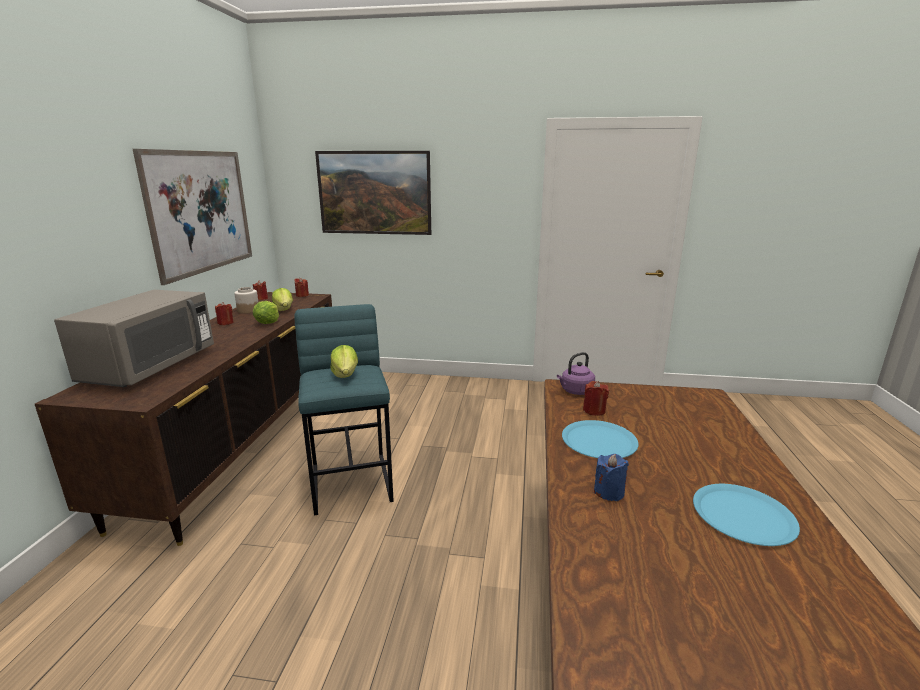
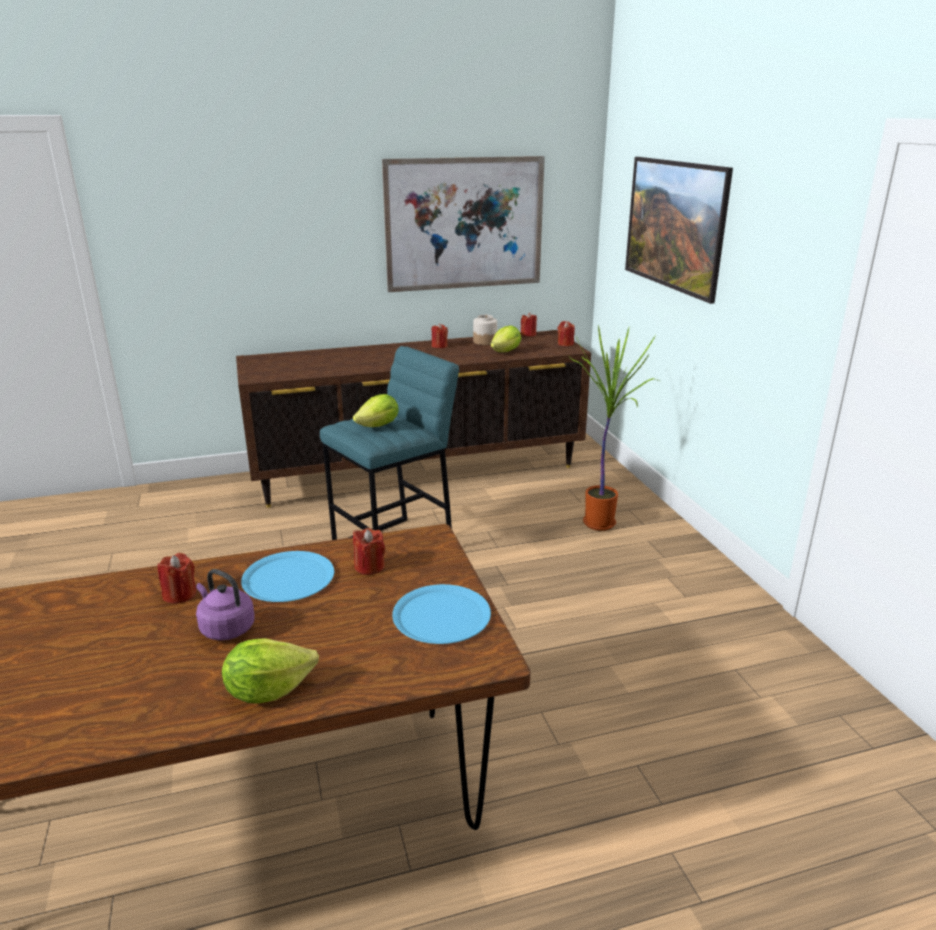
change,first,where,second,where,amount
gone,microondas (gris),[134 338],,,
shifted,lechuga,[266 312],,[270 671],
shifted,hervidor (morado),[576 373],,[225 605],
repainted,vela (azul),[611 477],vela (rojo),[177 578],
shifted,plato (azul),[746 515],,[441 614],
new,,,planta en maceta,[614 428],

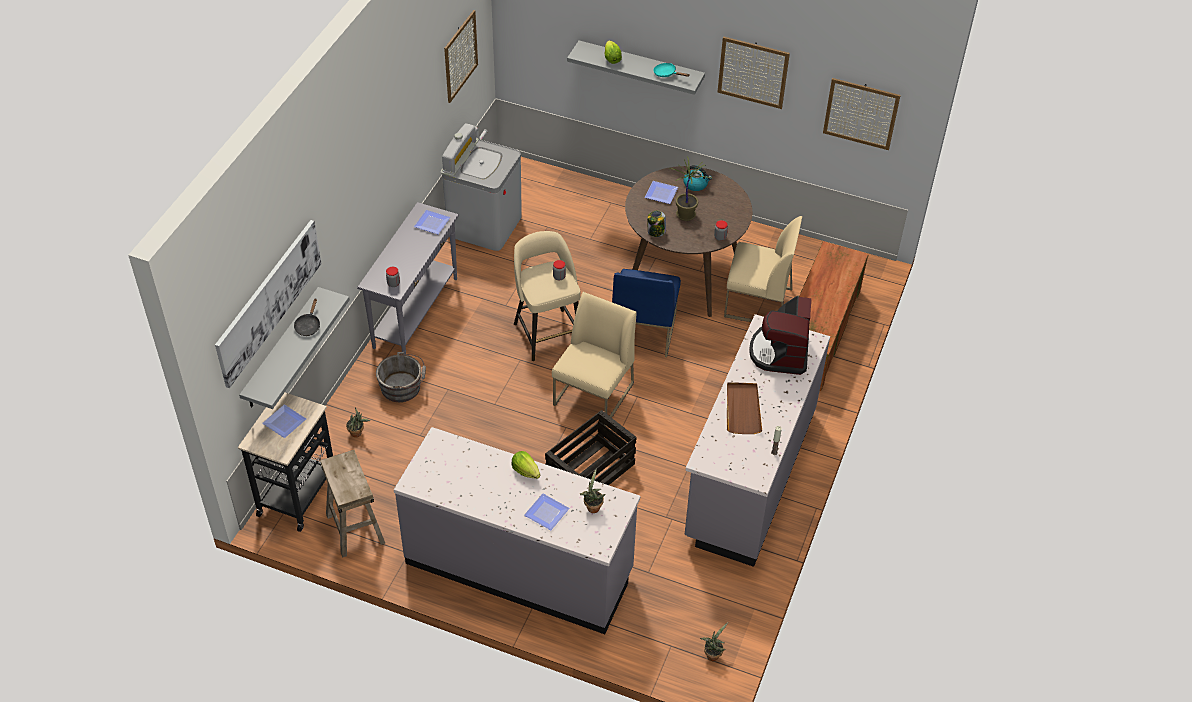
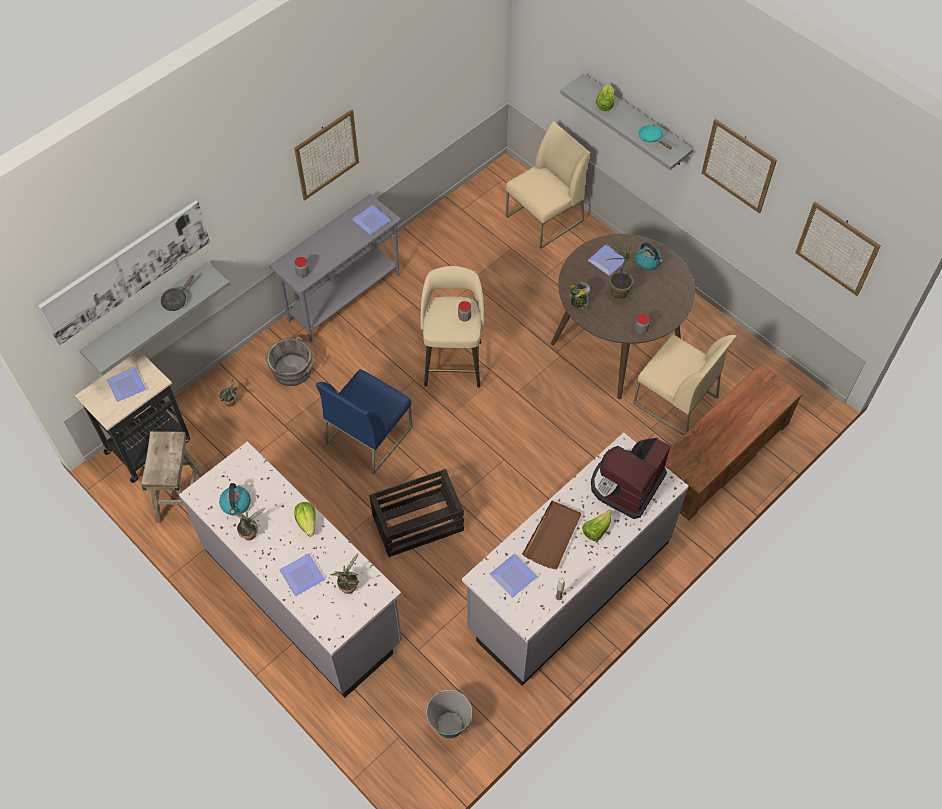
change,first,where,second,where,amount
shifted,cuadro,[461 56],,[326 154],
gone,lavadora (gris),[481 187],,,
shifted,silla (azul),[646 313],,[364 421],
shifted,silla (beis),[594 359],,[548 185],
shifted,planta en maceta,[714 641],,[249 524],
new,,,hervidor,[235 499],
new,,,lechuga,[597 525],
new,,,plato,[513 576],
new,,,cubo,[449 714],

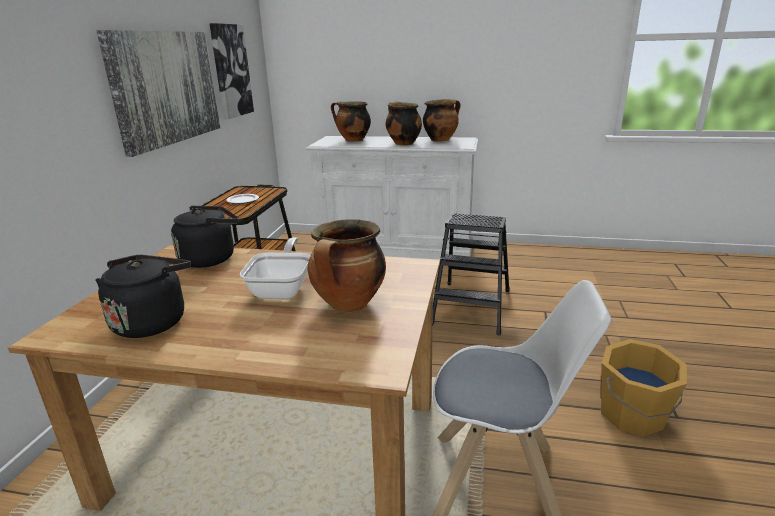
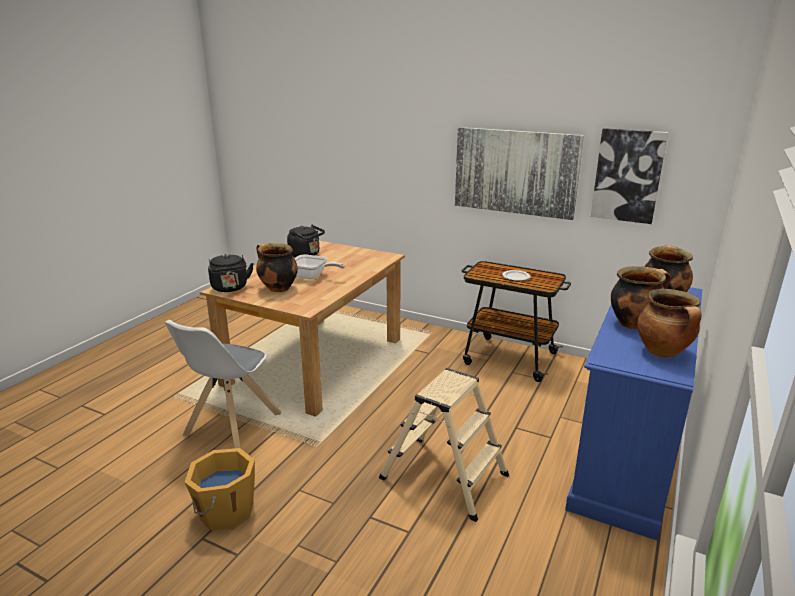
change,first,where,second,where,amount
repainted,armario (blanco),[391 198],armario (azul),[633 414],
shifted,hervidor (negro),[205 237],,[231 273],
repainted,escalera de tijera (negro),[471 274],escalera de tijera (beis),[444 445],

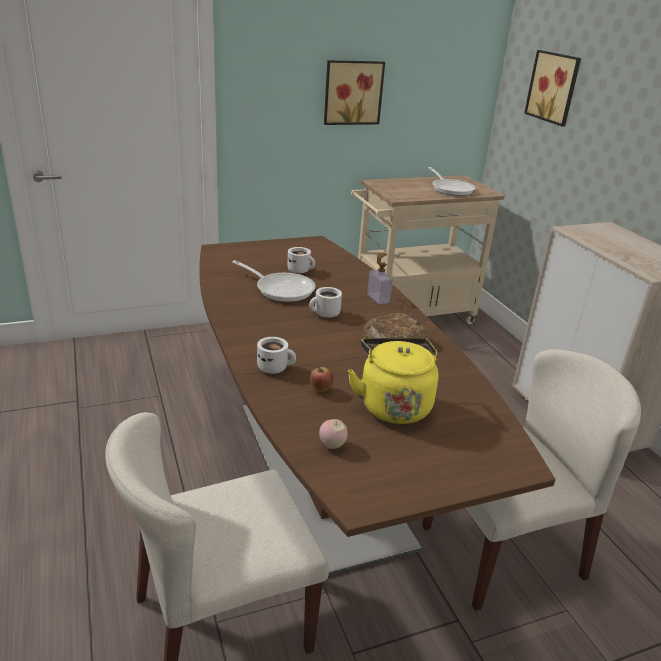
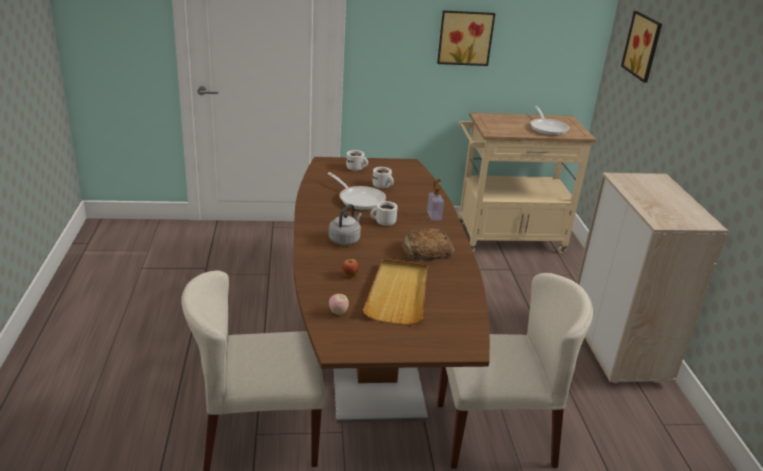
change,first,where,second,where,amount
shifted,taza grande (blanco),[276 355],,[357 160],
swapped,hervidor (amarillo),[393 381],bandeja (beis),[395 292],
new,,,hervidor (gris),[345 224],

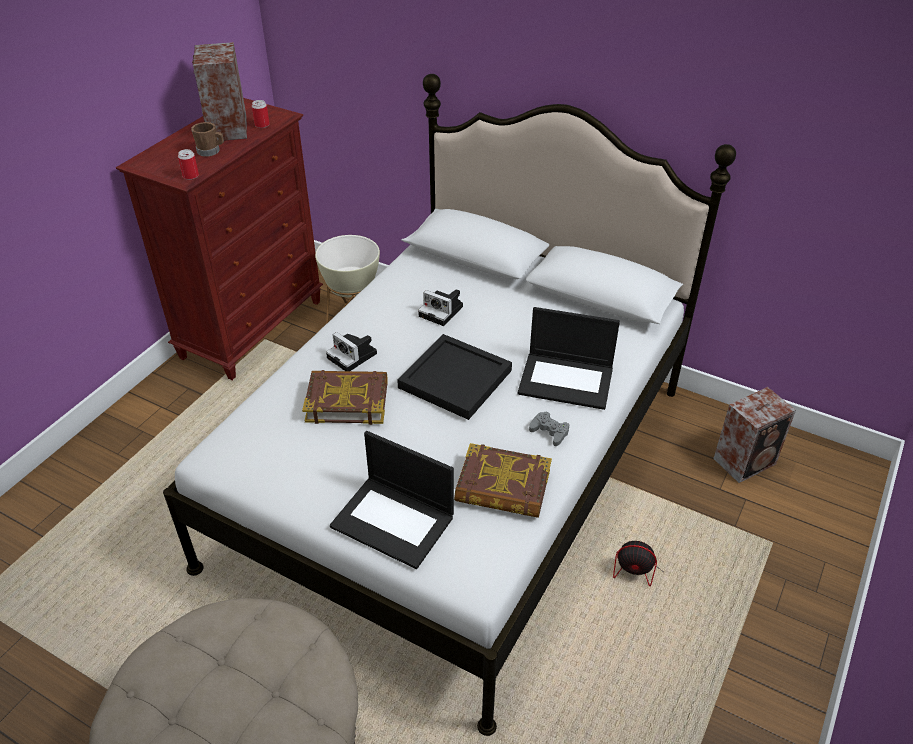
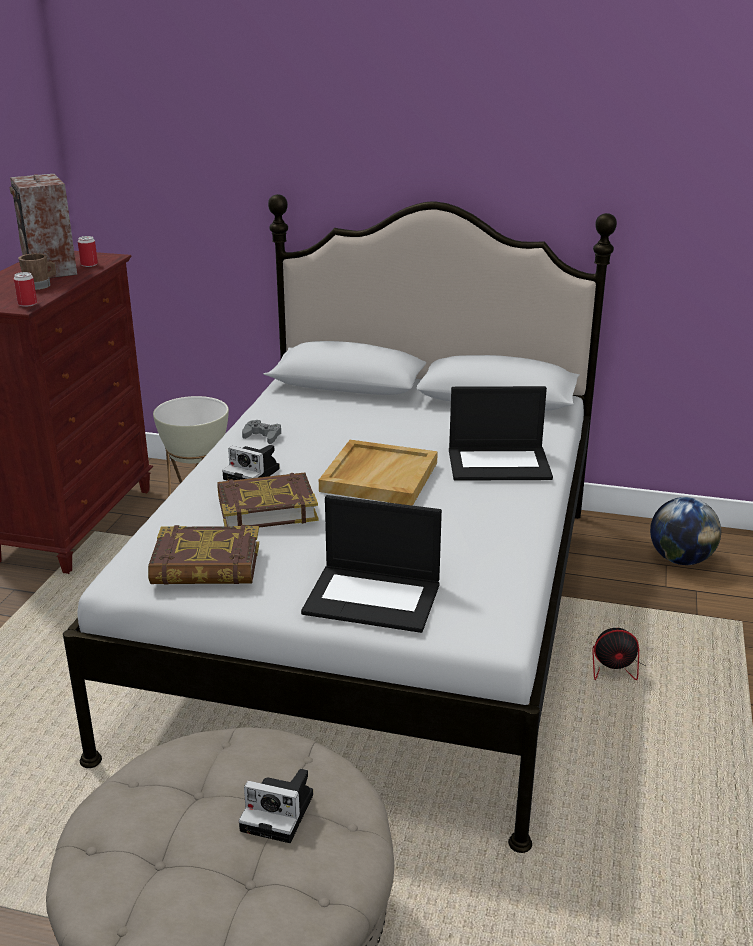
change,first,where,second,where,amount
shifted,cámara,[440 307],,[276 806],
repainted,bandeja (negro),[454 377],bandeja (beis),[378 473],
swapped,altavoz,[754 435],globo terráqueo,[685 531],
shifted,mando de consola (gris),[549 429],,[261 432],
shifted,libro,[503 480],,[203 555],

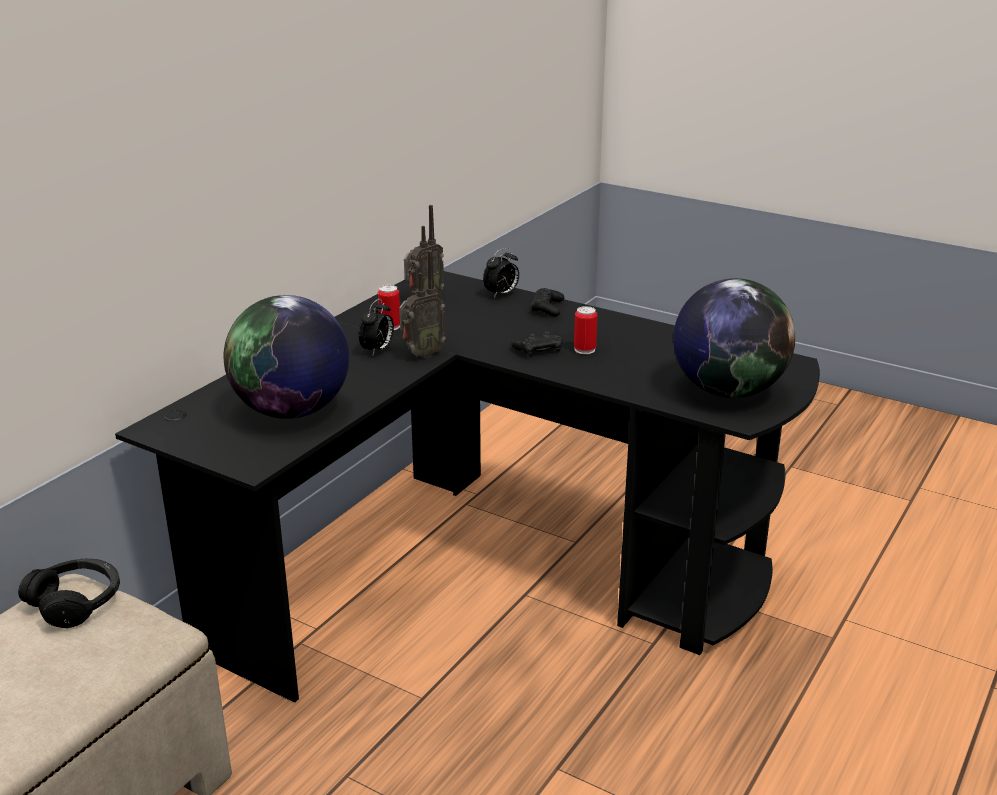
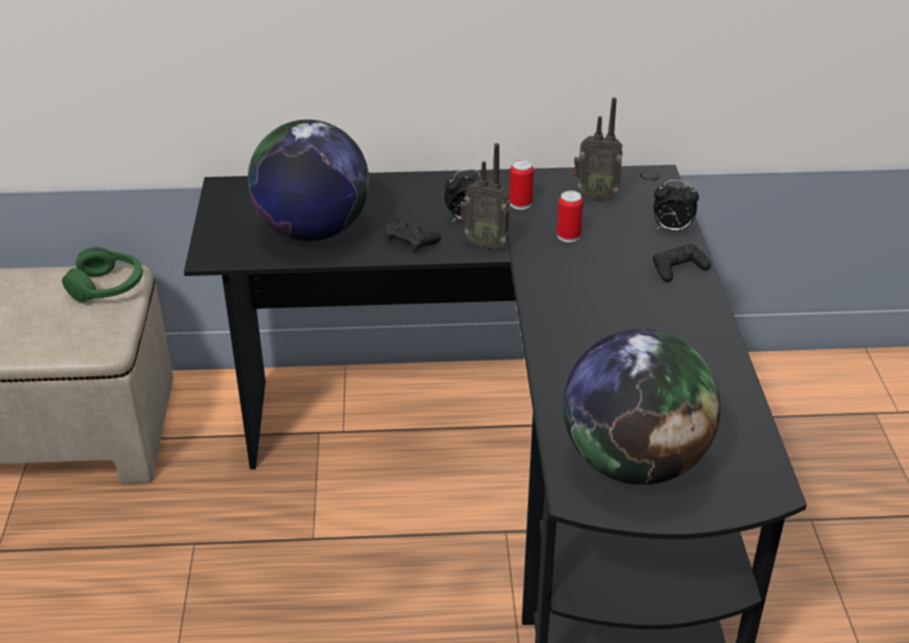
change,first,where,second,where,amount
shifted,lata,[585 330],,[570 216],
shifted,mando de consola (negro),[537 344],,[412 235],
repainted,auriculares (negro),[69 593],auriculares (verde),[102 274],

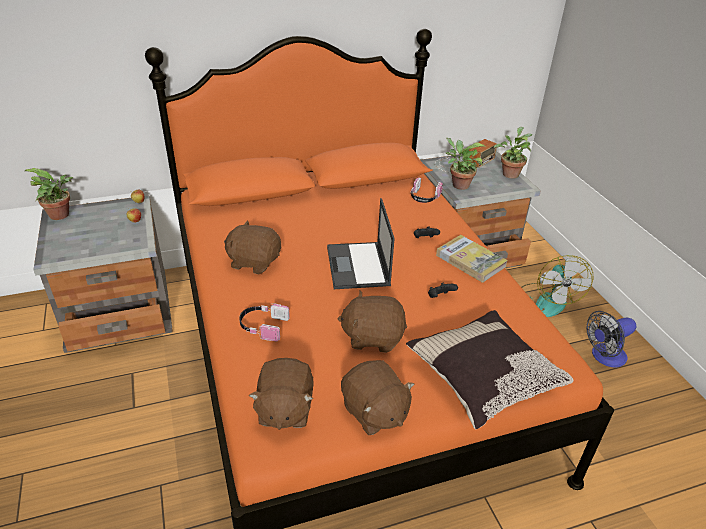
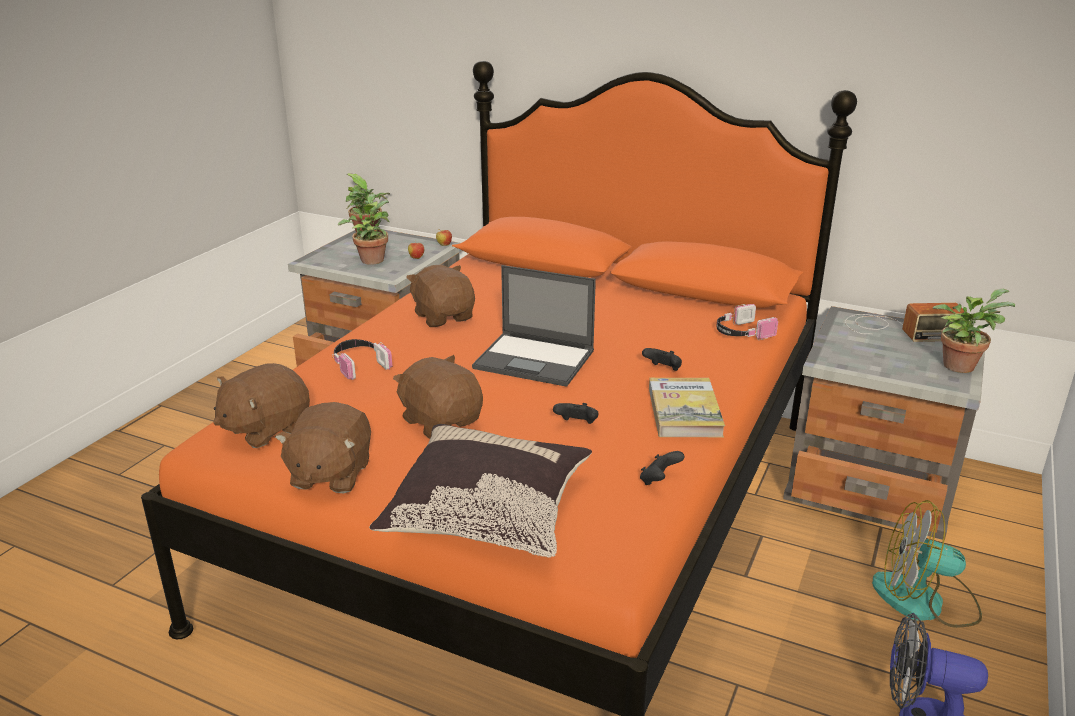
change,first,where,second,where,amount
shifted,planta en maceta,[465 164],,[364 229],
rotated,portátil,[361 243],,[534 326],105 degrees counterclockwise
rotated,ventilador,[557 286],,[927 564],60 degrees clockwise
new,,,mando de consola (negro),[662 468],

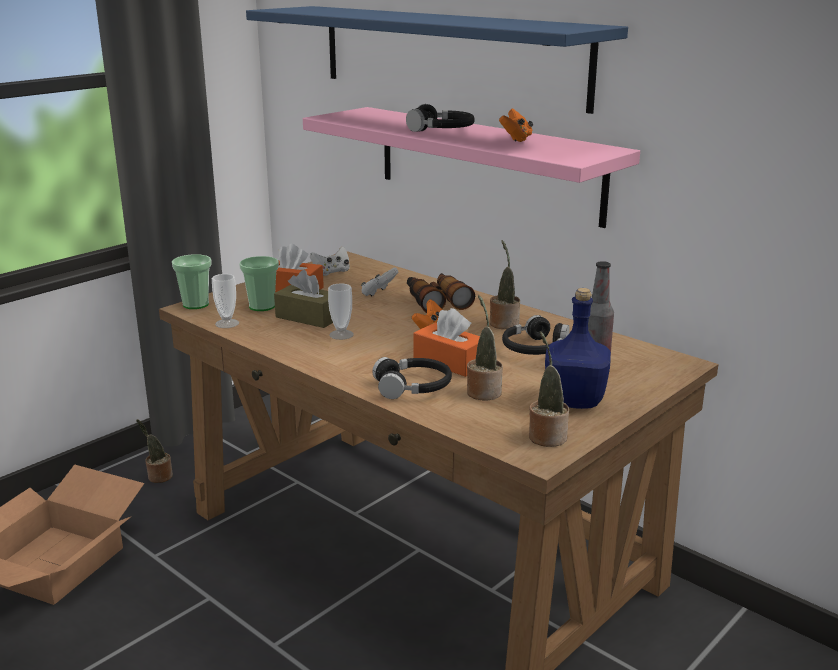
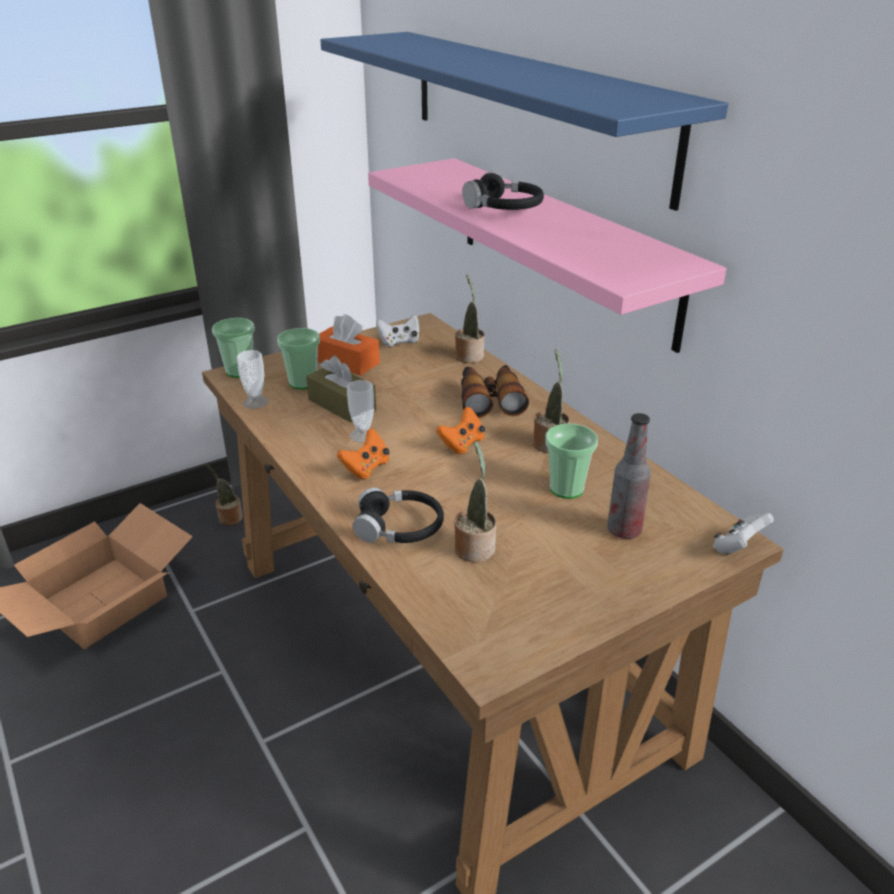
change,first,where,second,where,amount
shifted,mando de consola (naranja),[516 125],,[363 453],
shifted,mando de consola (blanco),[379 281],,[743 534],
gone,botella (azul),[578 348],,,
gone,caja de pañuelos (naranja),[446 342],,,
swapped,auriculares (negro),[536 335],taza,[572 461],
shifted,planta en maceta,[549 389],,[470 319],

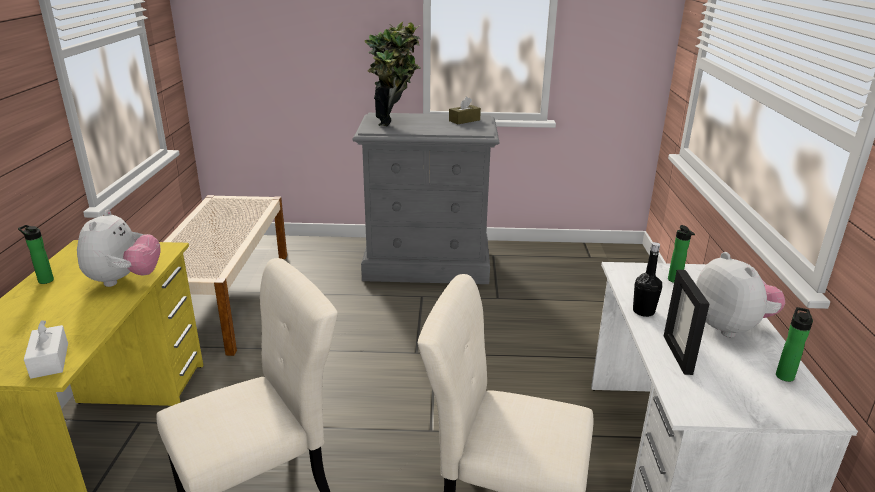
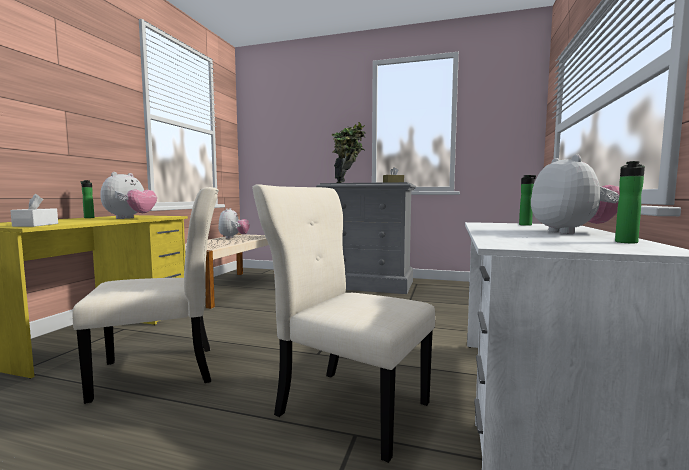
change,first,where,second,where,amount
gone,botella (negro),[647 279],,,
gone,portarretratos,[686 322],,,
new,,,peluche,[234 223],

